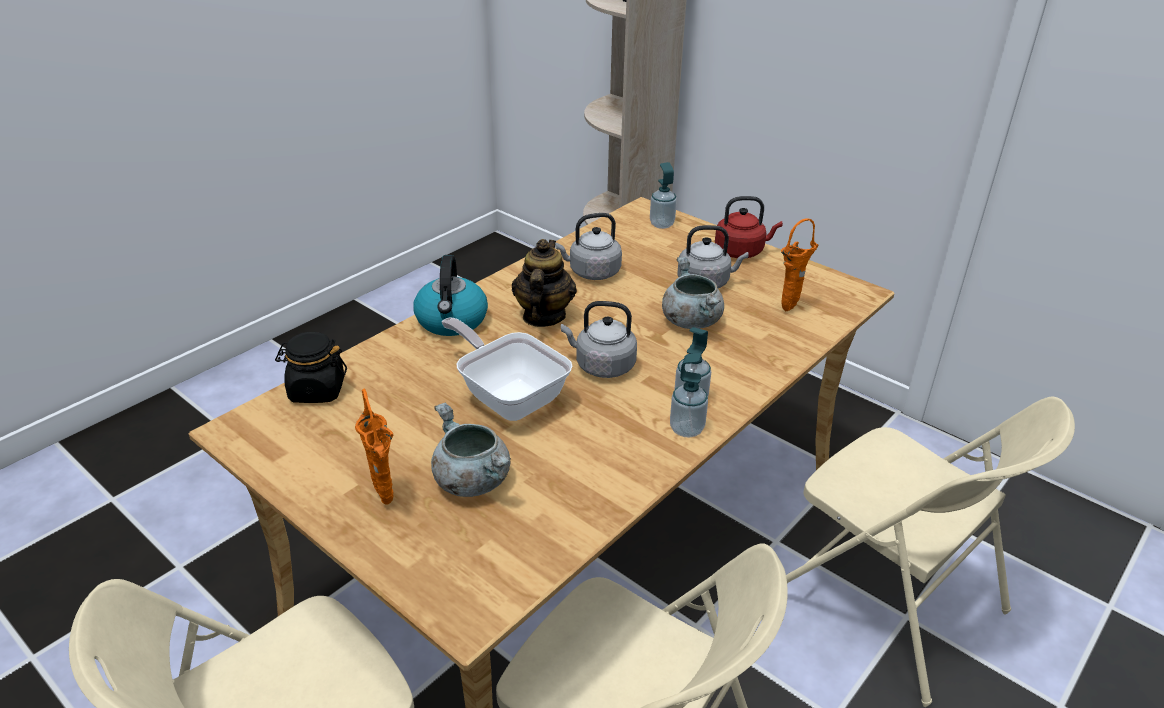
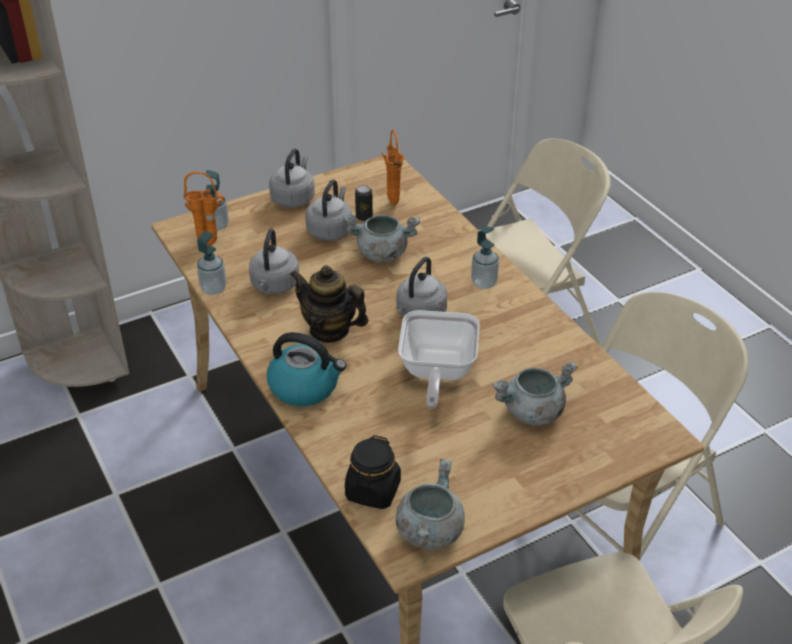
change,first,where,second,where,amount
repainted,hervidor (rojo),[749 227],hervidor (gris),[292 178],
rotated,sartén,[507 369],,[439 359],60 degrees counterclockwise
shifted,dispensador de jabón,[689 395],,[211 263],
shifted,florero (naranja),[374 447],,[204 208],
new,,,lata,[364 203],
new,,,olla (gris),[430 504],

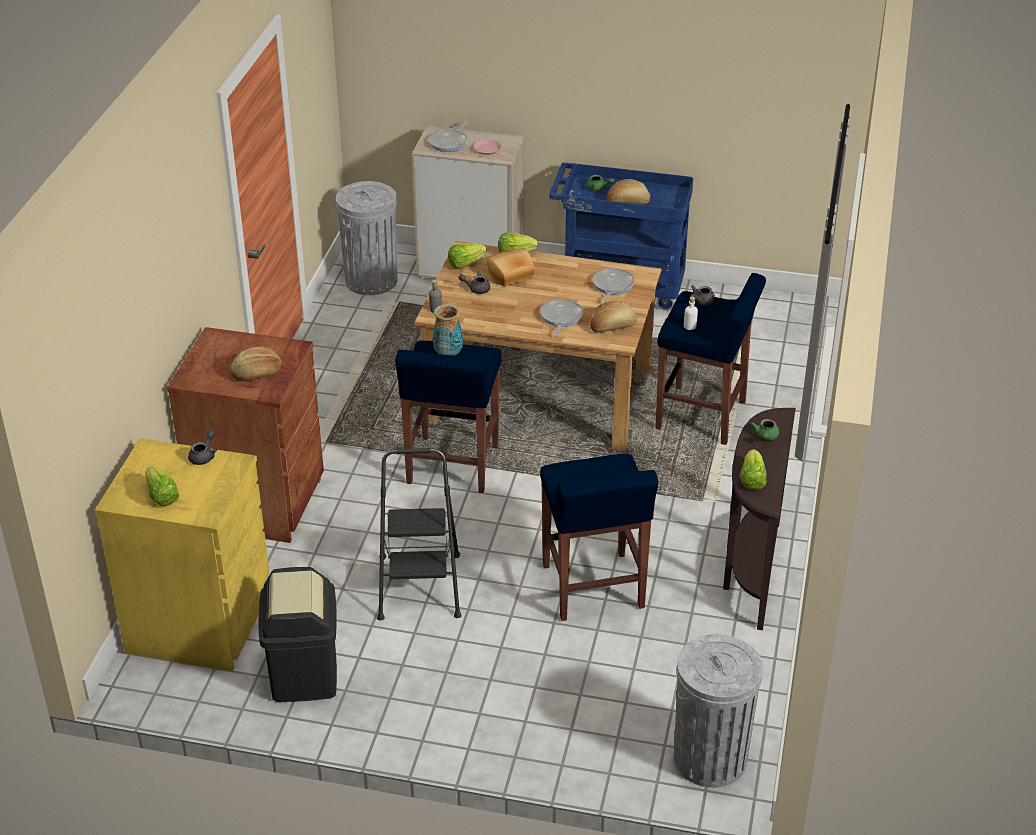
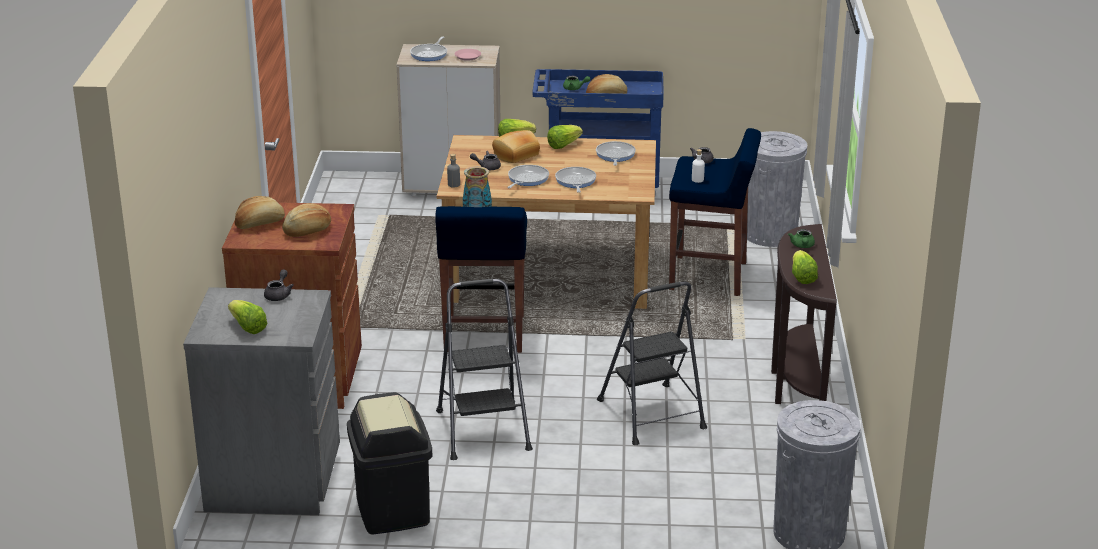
change,first,where,second,where,amount
shifted,papelera (gris),[367 238],,[777 189],
shifted,lechuga,[467 256],,[565 137],
shifted,pan,[613 317],,[260 212],
repainted,cómoda (amarillo),[182 555],cómoda (gris),[261 401],
swapped,taburete (azul),[599 537],escalera de tijera (negro),[652 363],
new,,,sartén,[528 177],

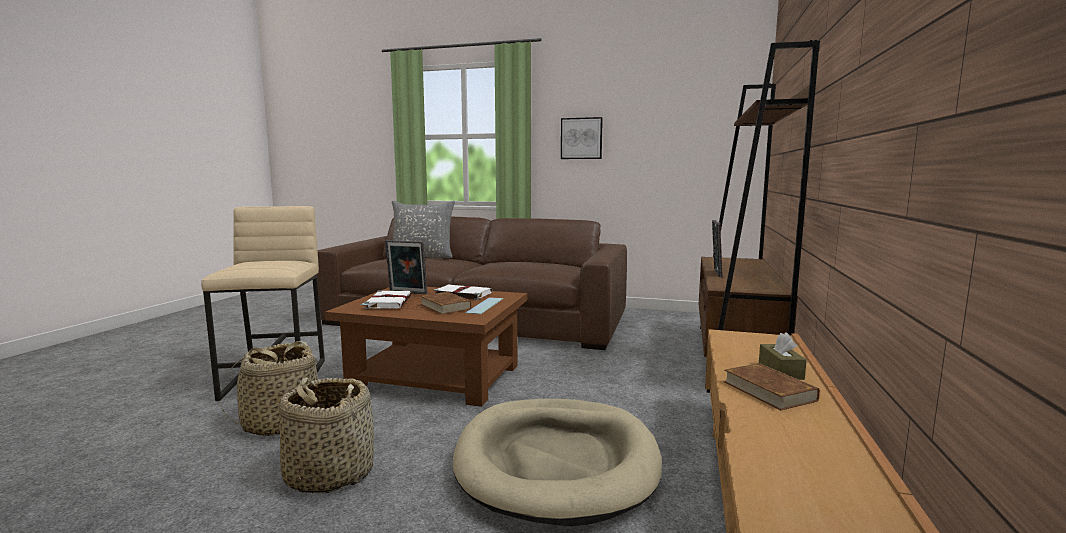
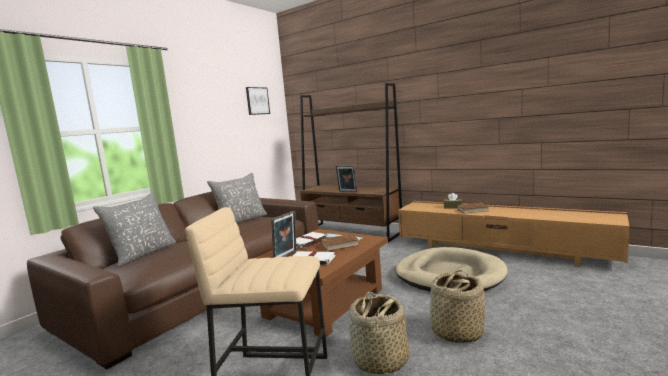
change,first,where,second,where,amount
shifted,cuadro,[582 138],,[258 101],
new,,,cojín (gris),[237 198],

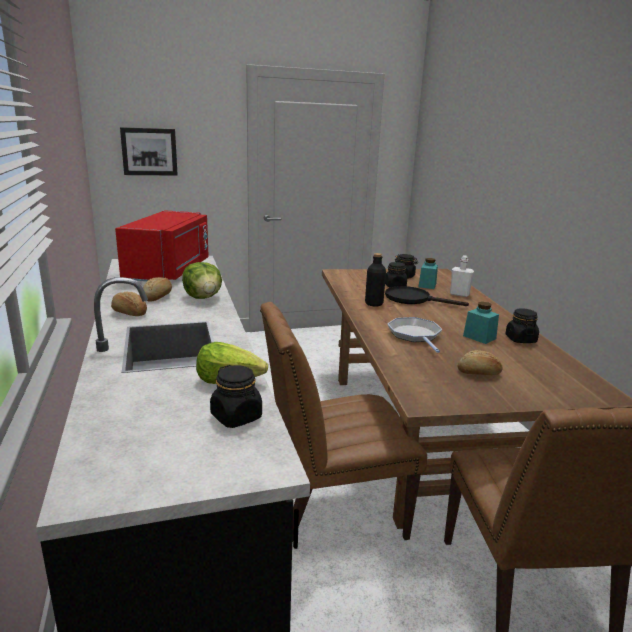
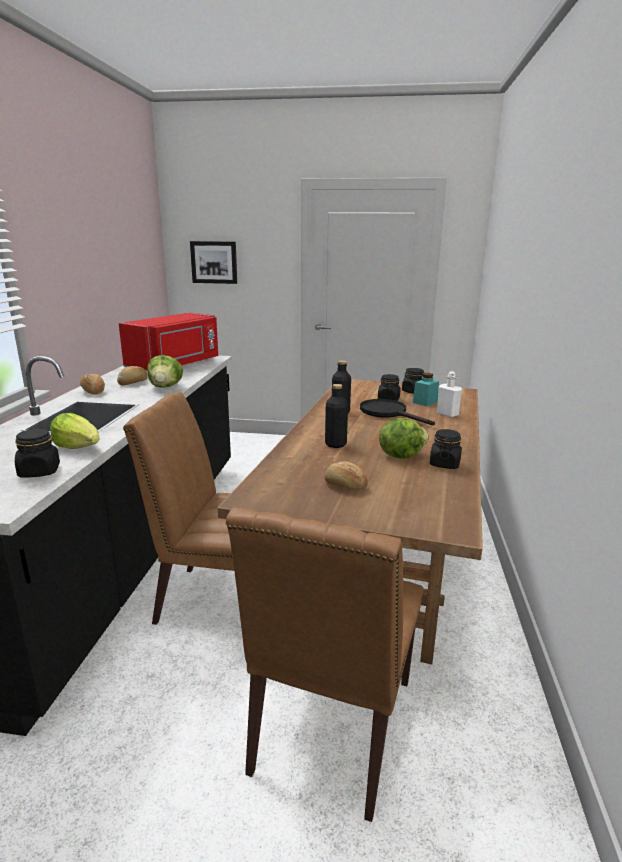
change,first,where,second,where,amount
swapped,tarro (turquesa),[481 323],lechuga,[404 438],
swapped,sartén,[415 335],botella (negro),[336 416],

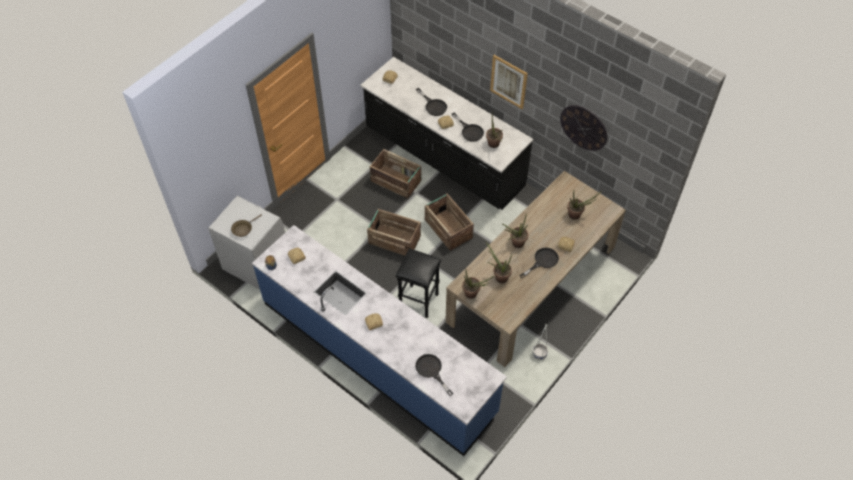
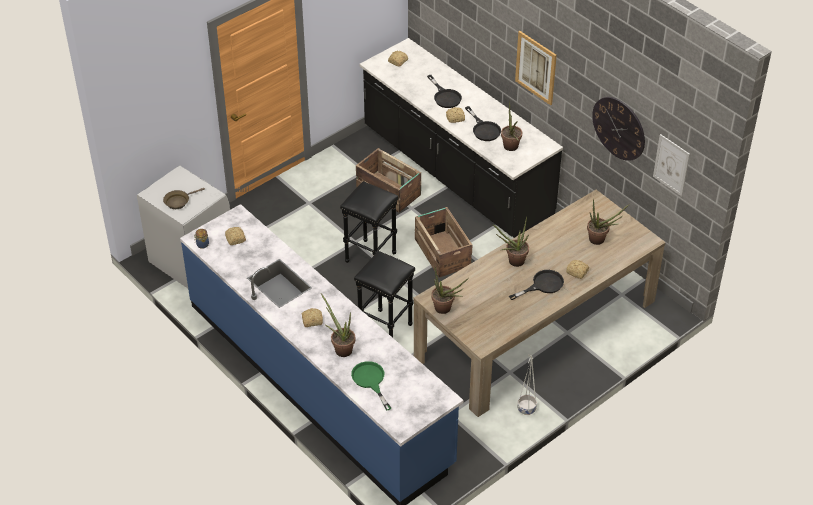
change,first,where,second,where,amount
swapped,caja de embalaje,[394 232],taburete (negro),[369 222],
shifted,planta en maceta,[498 262],,[338 325],
repainted,sartén (negro),[434 375],sartén (verde),[371 386],
new,,,cuadro,[671 165],

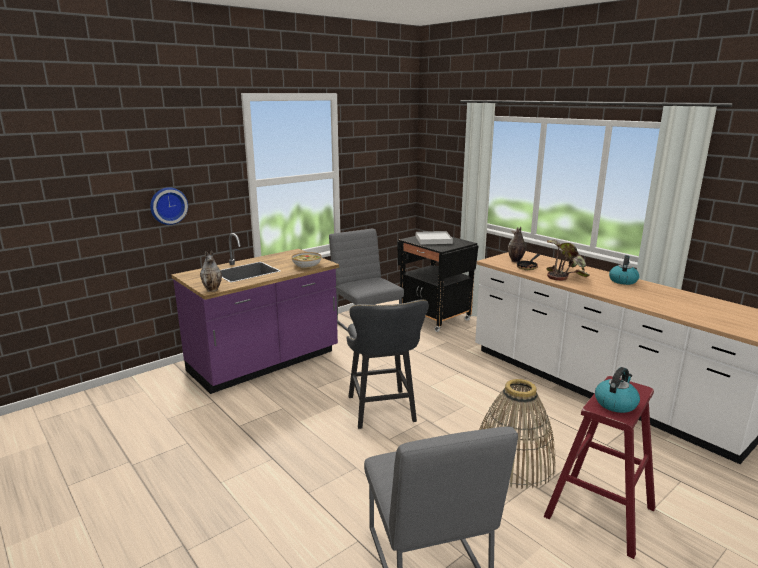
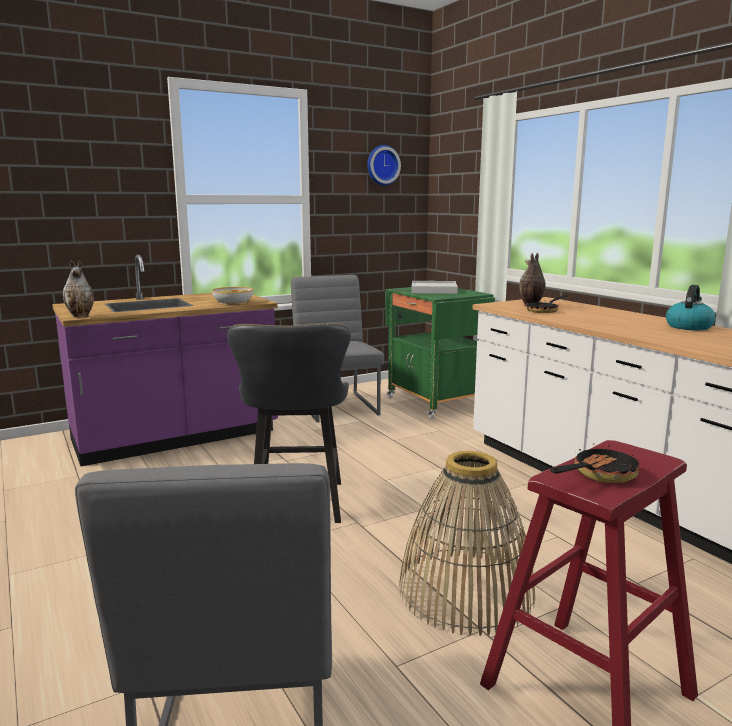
change,first,where,second,where,amount
shifted,reloj de pared,[169 206],,[384 165],
repainted,carrito (negro),[437 284],carrito (verde),[440 352],
gone,planta en maceta,[568 260],,,
swapped,hervidor,[617 390],sartén,[595 463],

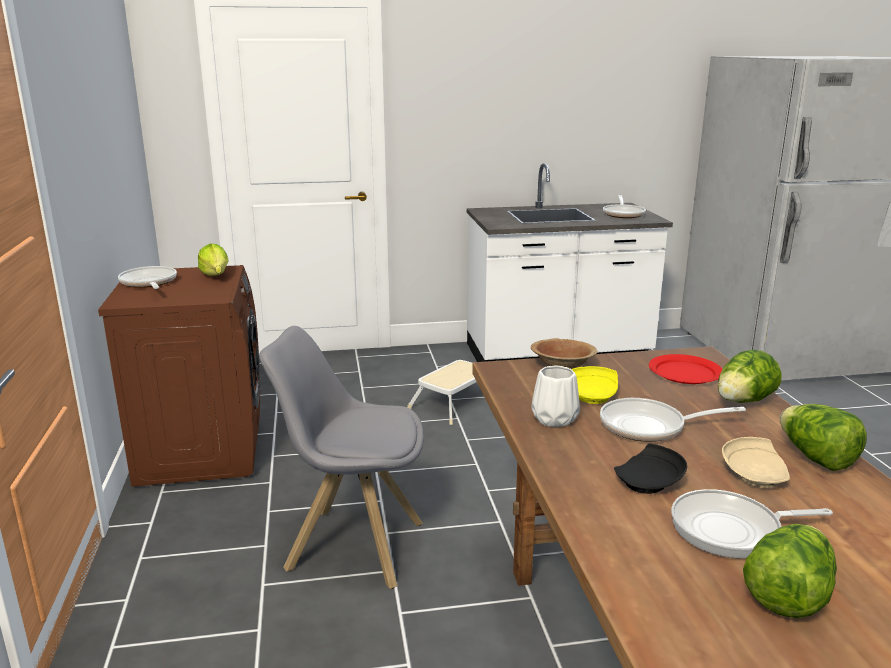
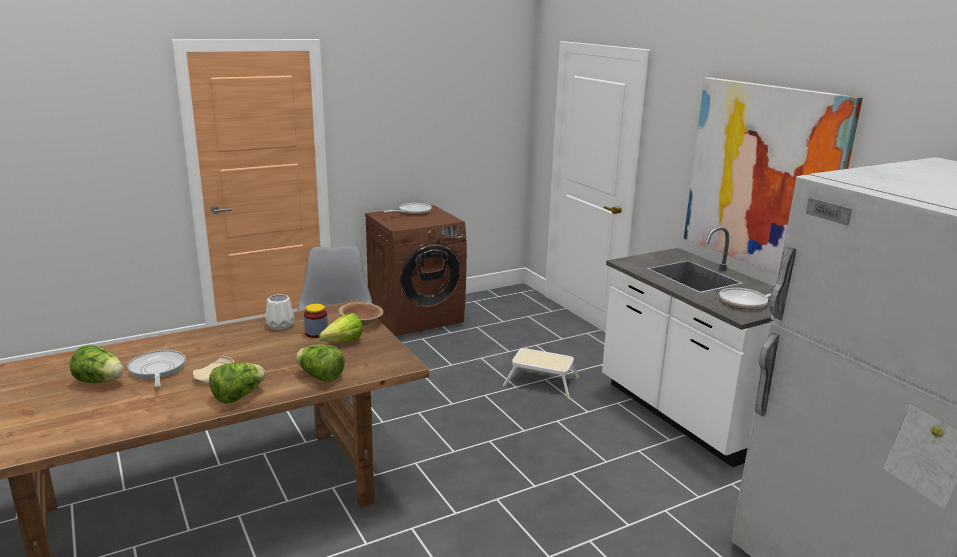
change,first,where,second,where,amount
shifted,lechuga,[213 260],,[341 327],
gone,plato (rojo),[685 369],,,
swapped,plato (amarillo),[595 385],tarro,[316 321],
gone,sartén,[673 420],,,
gone,plato (negro),[650 468],,,
new,,,cuadro,[773 176],

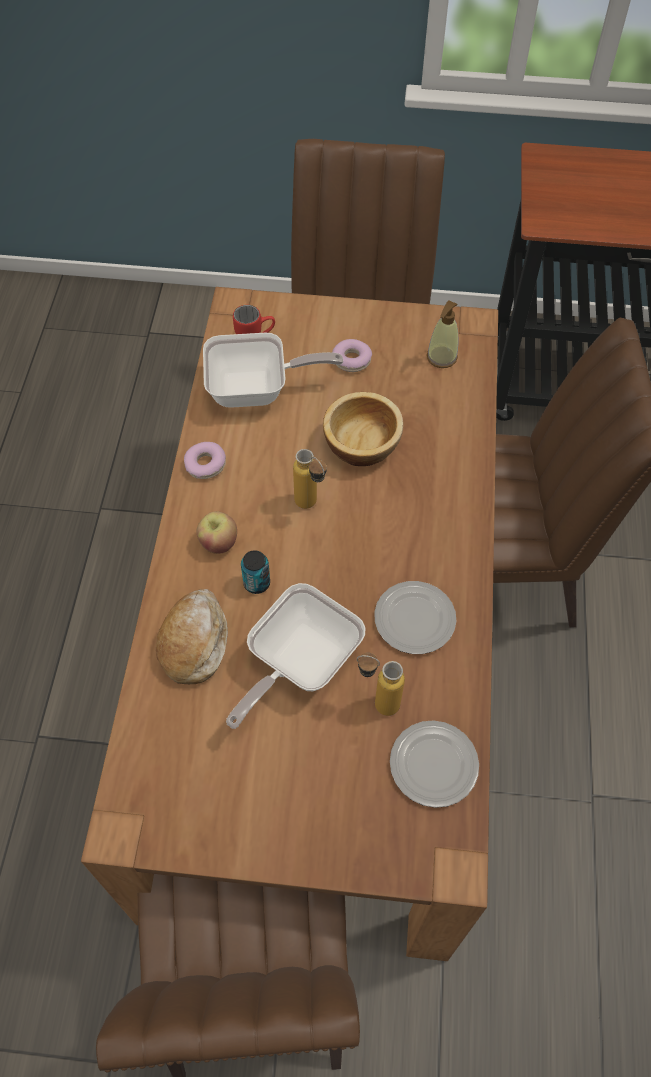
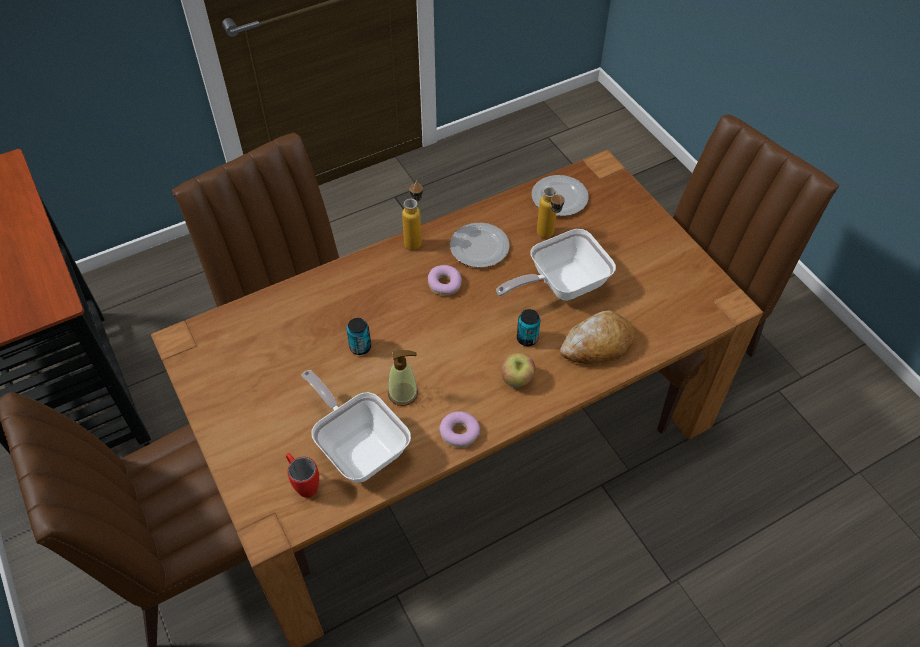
change,first,where,second,where,amount
shifted,dispensador de jabón,[442 334],,[403 378],
shifted,rosquilla,[352 355],,[445 280],
swapped,cuenco,[363 429],lata,[358 336],
shifted,botella,[310 479],,[412 215],
rotated,sartén,[295 656],,[556 264],150 degrees clockwise

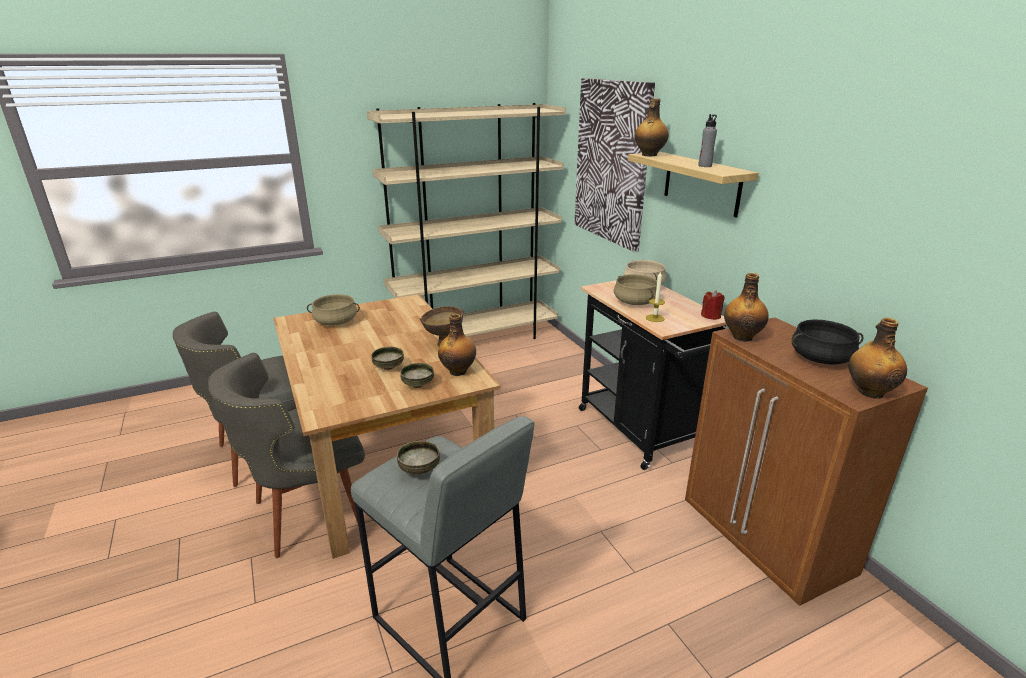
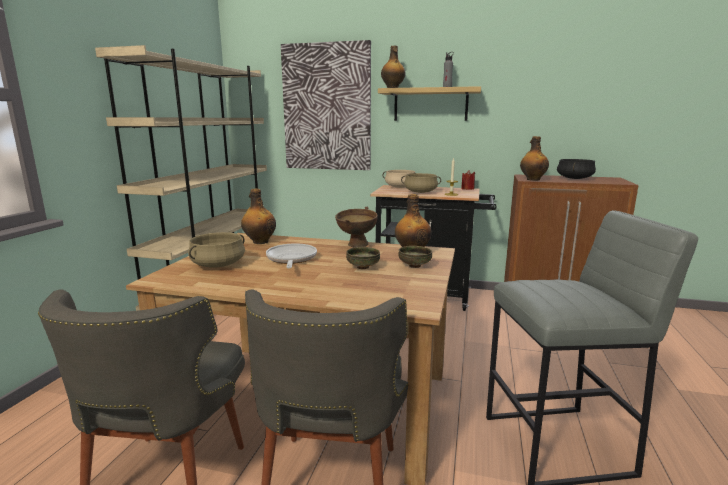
change,first,where,second,where,amount
shifted,botella,[877 358],,[258 216],
gone,cuenco,[418 457],,,
new,,,sartén,[291 255],

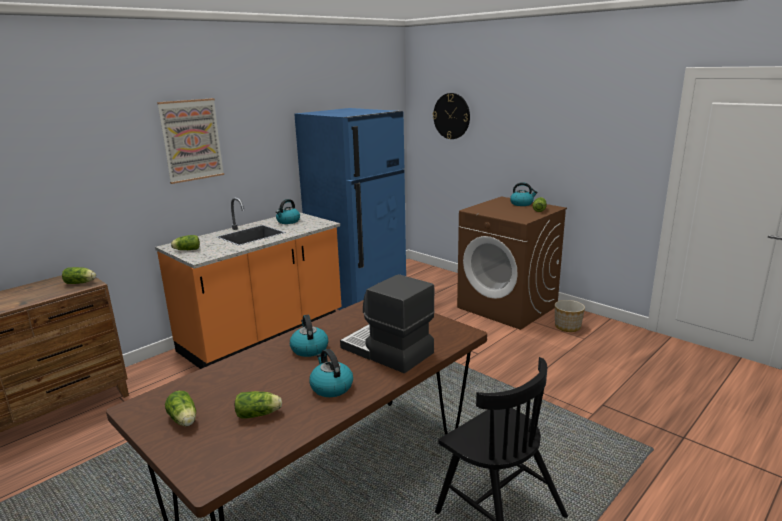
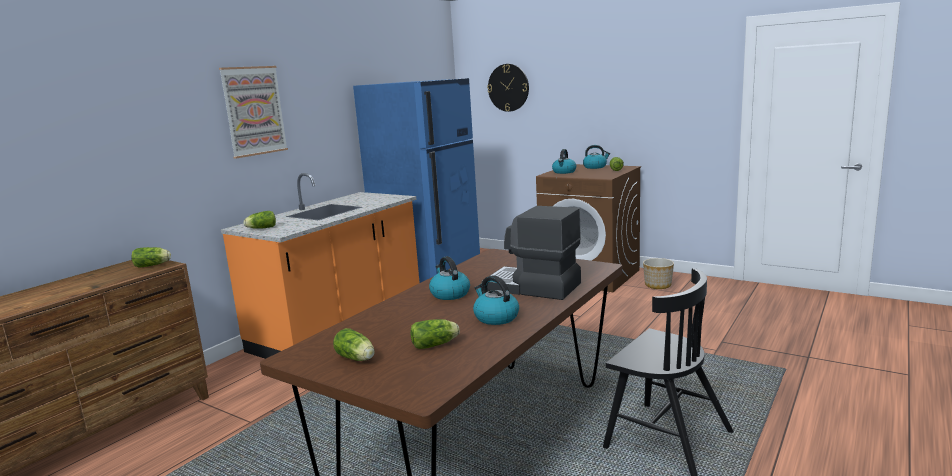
change,first,where,second,where,amount
shifted,hervidor,[288 211],,[564 161],

